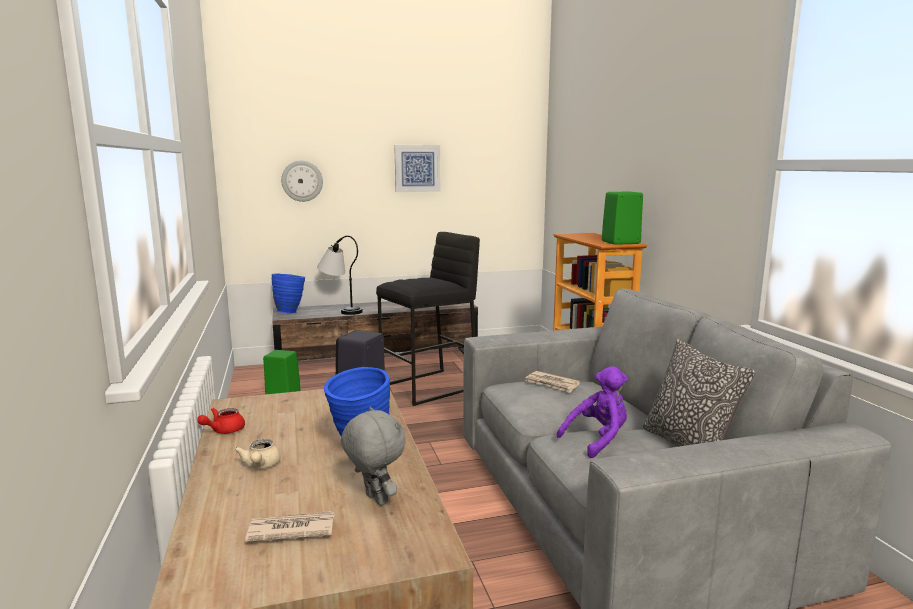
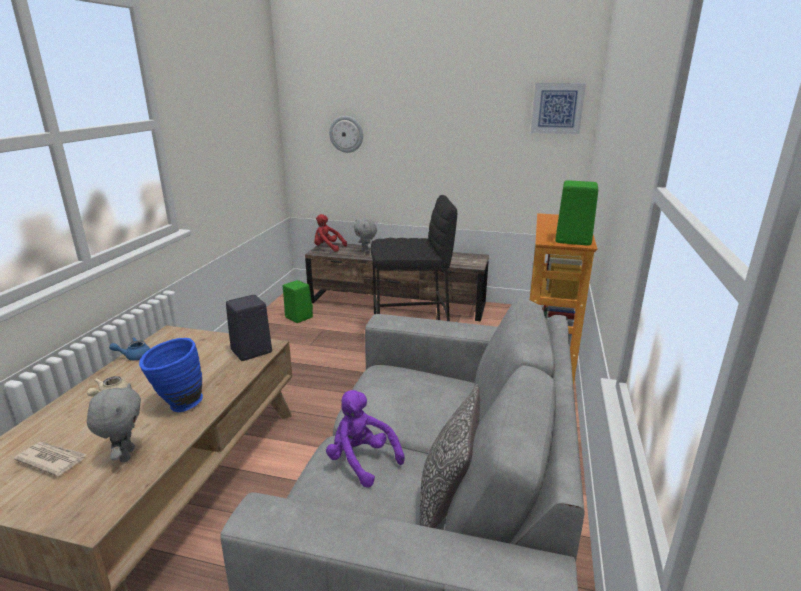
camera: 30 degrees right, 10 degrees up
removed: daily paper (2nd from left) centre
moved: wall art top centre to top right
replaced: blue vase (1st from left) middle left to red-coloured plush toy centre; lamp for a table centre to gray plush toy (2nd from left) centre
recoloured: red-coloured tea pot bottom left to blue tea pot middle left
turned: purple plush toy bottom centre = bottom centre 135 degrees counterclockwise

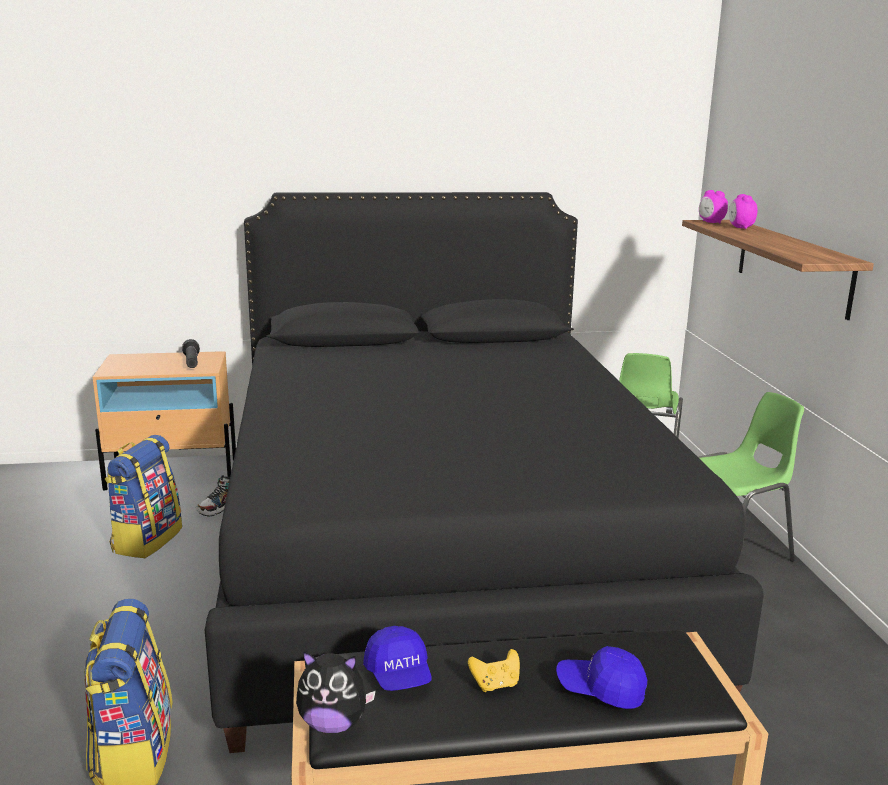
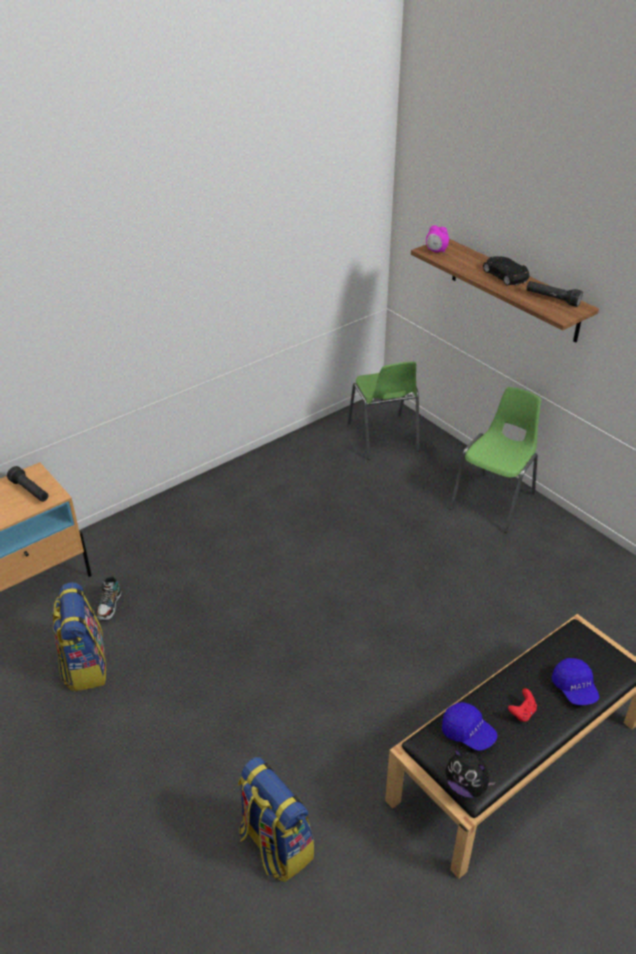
camera: 30 degrees left, 20 degrees up
removed: black-coloured sleeping bed centre; bedside clock (2nd from left) top right
added: black-coloured toy car top right; black-coloured flashlight (2nd from left) top right
recoloured: yellow-coloured joypad bottom centre to red-coloured joypad bottom right
turned: plush toy bottom centre = bottom right 60 degrees clockwise; blue peaked cap (2nd from left) bottom right = bottom right 90 degrees counterclockwise

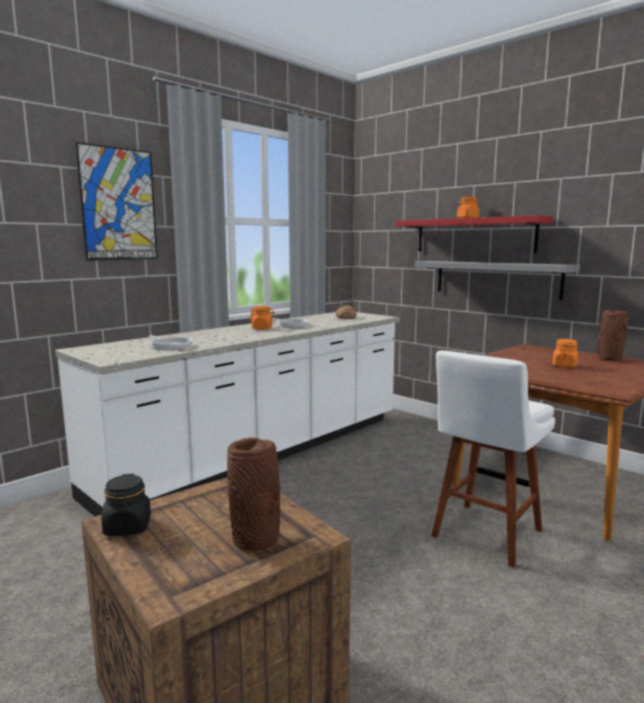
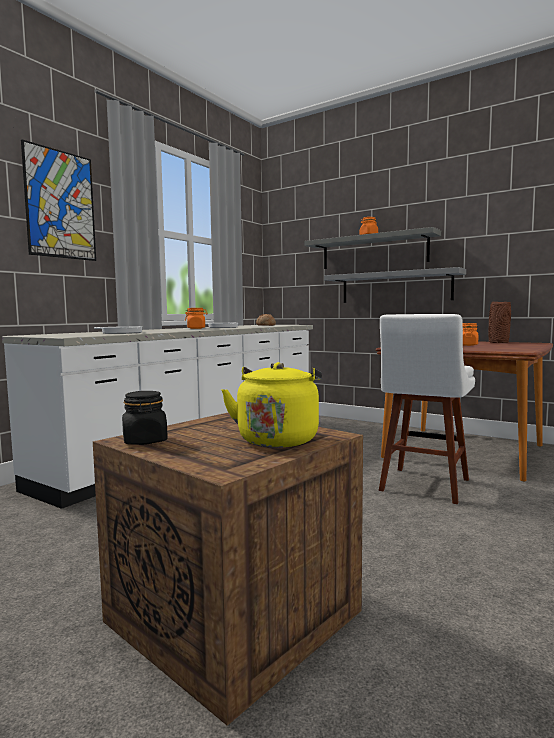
camera: 10 degrees left, 5 degrees down
replaced: brown-coloured vase (1st from left) bottom centre to yellow-coloured water kettle centre
recoloured: red-coloured wall shelf top right to gray wall shelf (1st from left) middle right

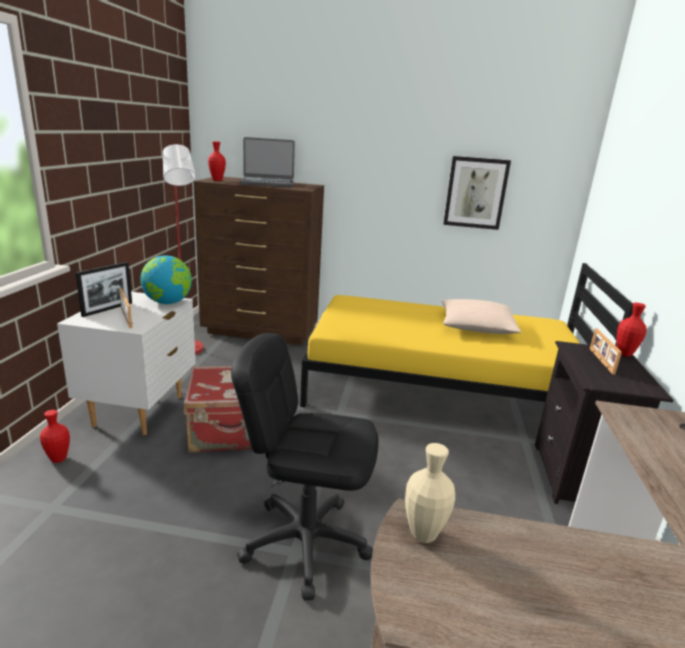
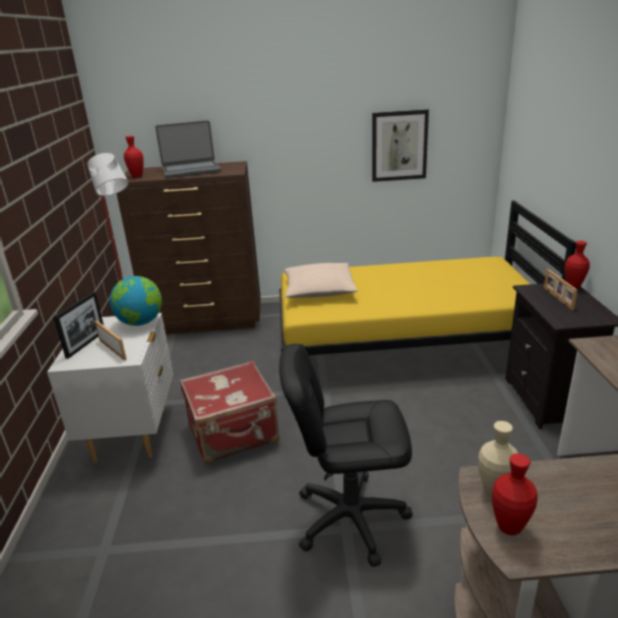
camera: 10 degrees left, 5 degrees up
moved: beige-coloured pillow middle right to centre; red-coloured vase (1st from left in the first image) bottom left to red-coloured vase (2nd from left) bottom right

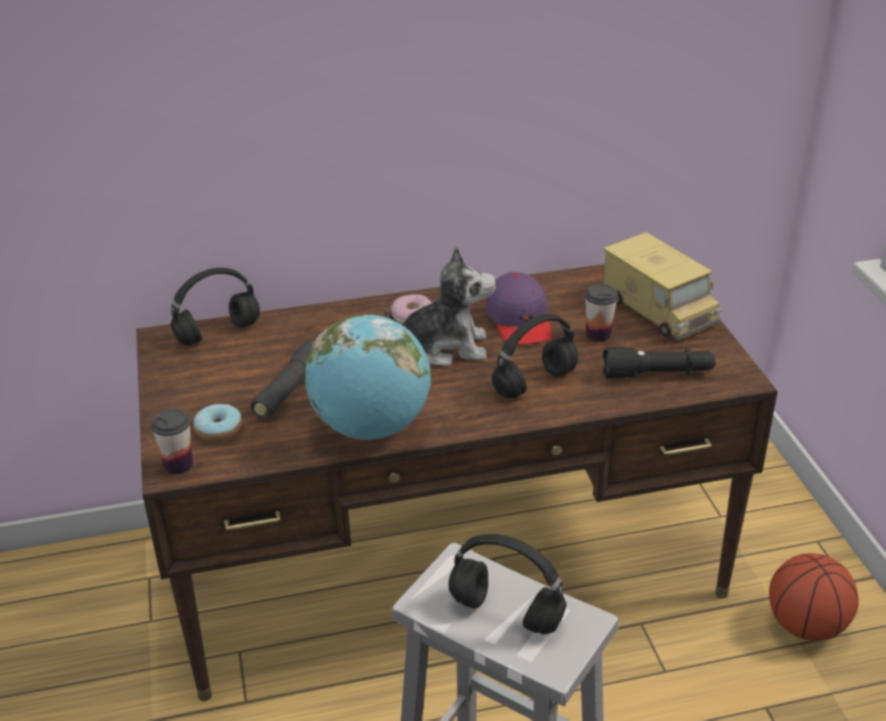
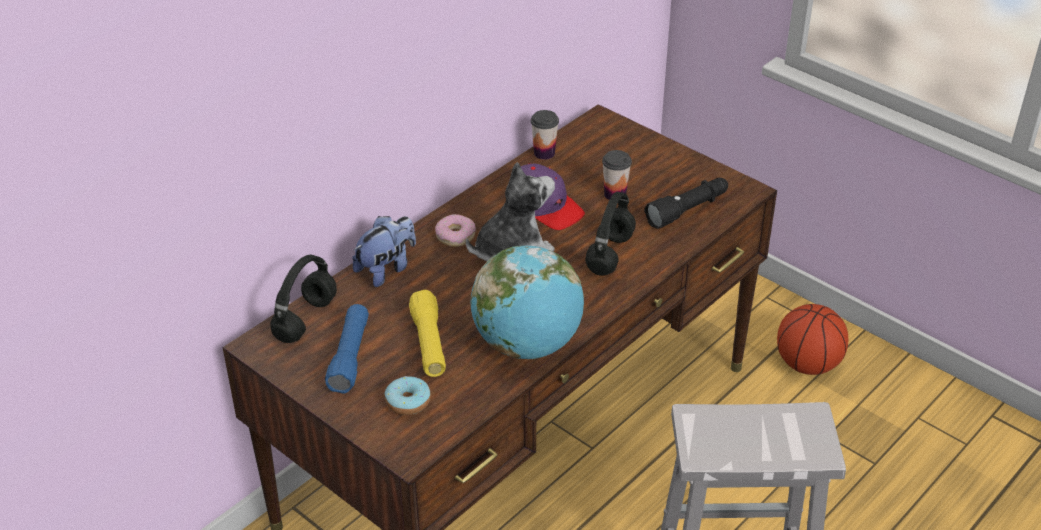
camera: 35 degrees left, 5 degrees up
removed: black-coloured headphones (2nd from left) bottom centre; toy truck middle right
added: blue flashlight centre; plush toy (1st from left) centre
moved: drinking cup (1st from left) middle left to top centre
recoloured: black-coloured flashlight (1st from left) middle left to yellow-coloured flashlight centre

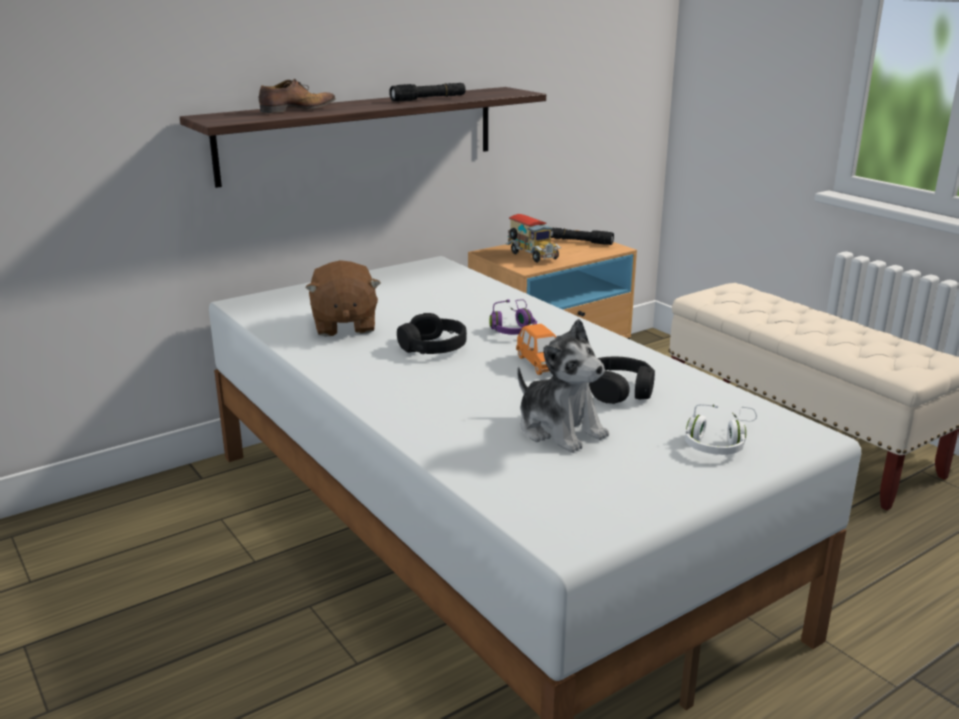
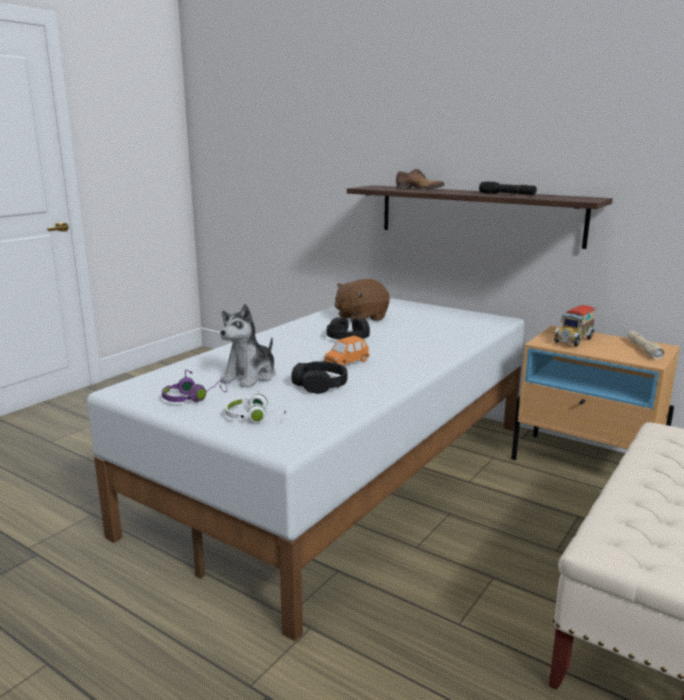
camera: 70 degrees right, 5 degrees down
moved: purple headphones centre to middle left
recoloured: black-coloured flashlight (2nd from left) top centre to beige-coloured flashlight middle right

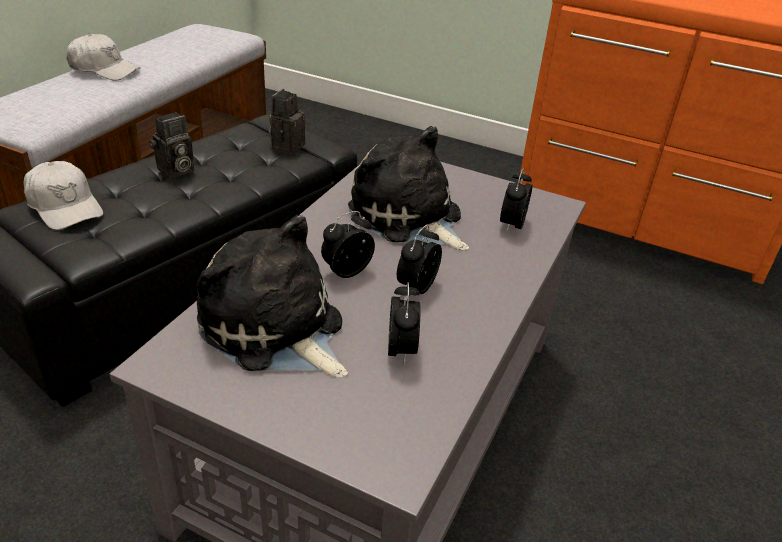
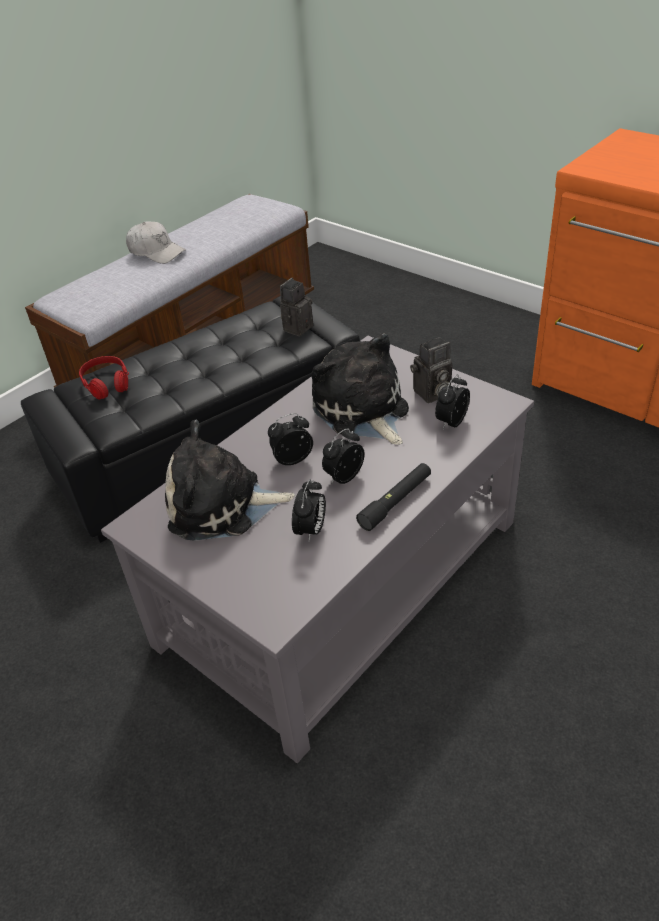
camera: 20 degrees right, 5 degrees up
added: black-coloured flashlight centre
moved: still camera (1st from left in the first image) top left to still camera (2nd from left) centre
replaced: whitish peaked cap (1st from left) middle left to red-coloured headphones middle left
turned: plush toy (1st from left) centre = centre 60 degrees counterclockwise

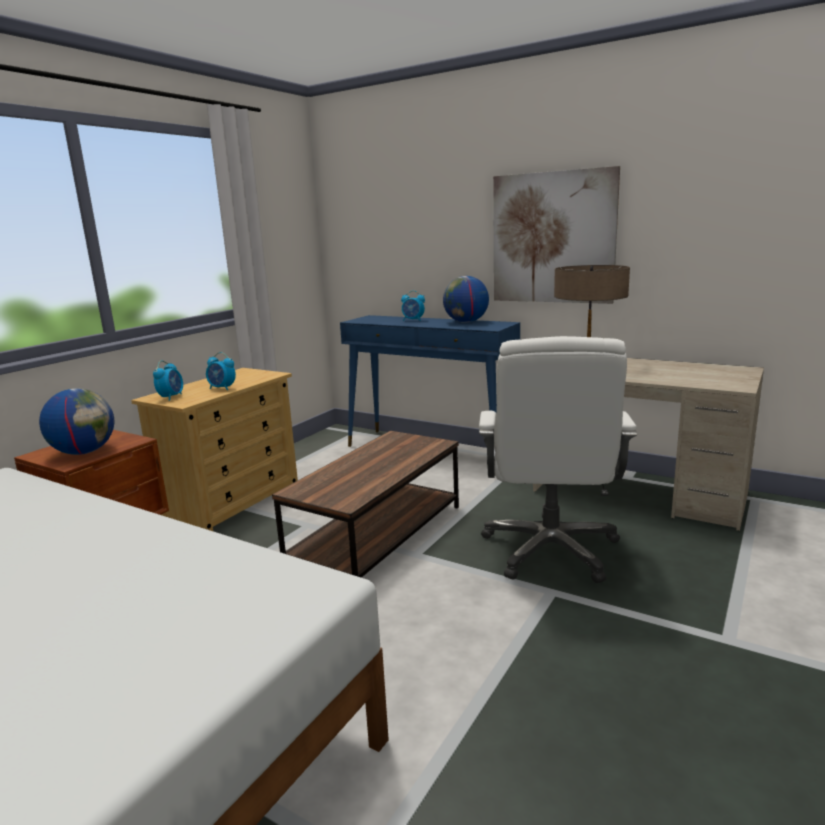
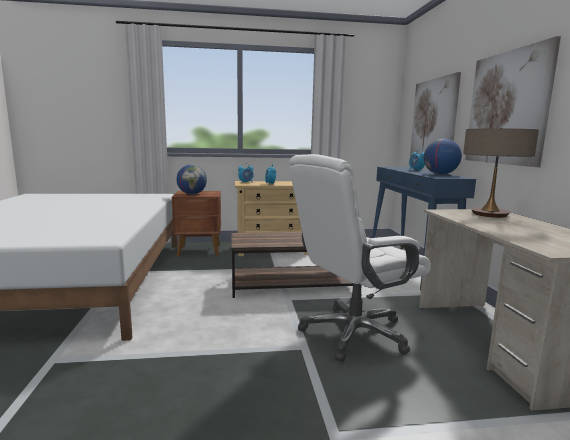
camera: 50 degrees right, 5 degrees down
added: wall art (1st from left) top right

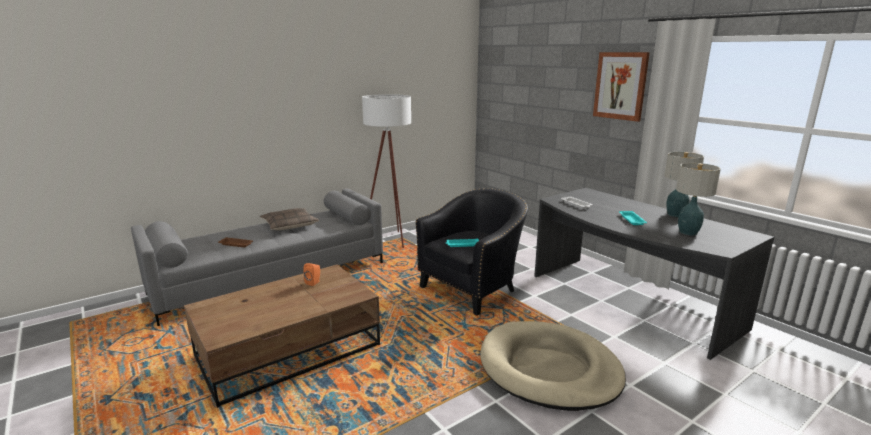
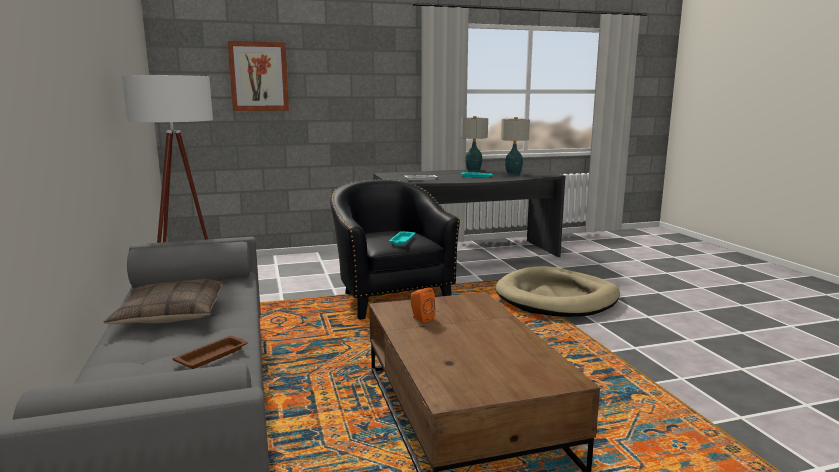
camera: 70 degrees left, 5 degrees down
moved: wall art top right to top left

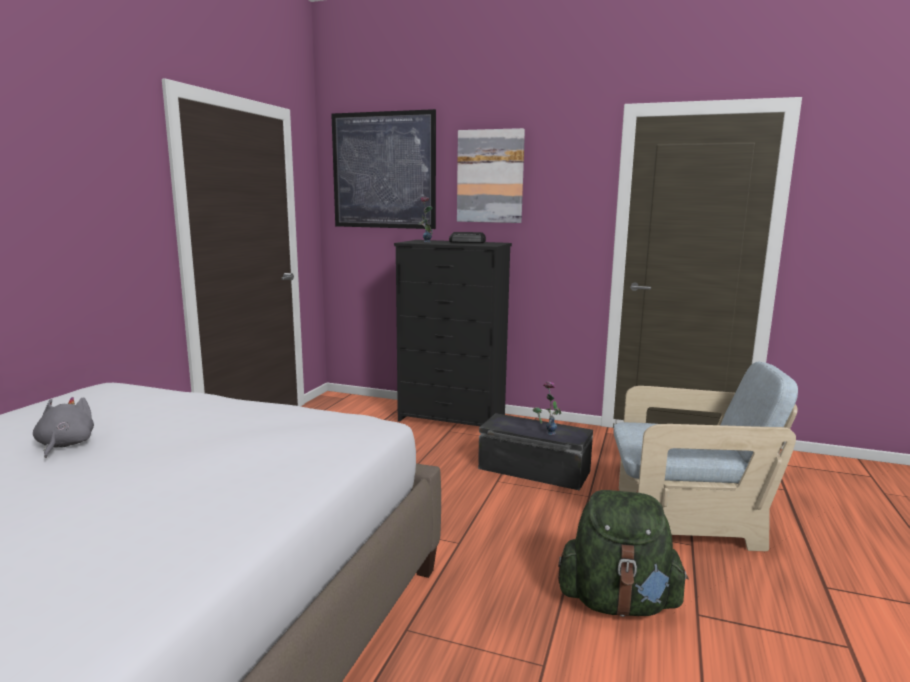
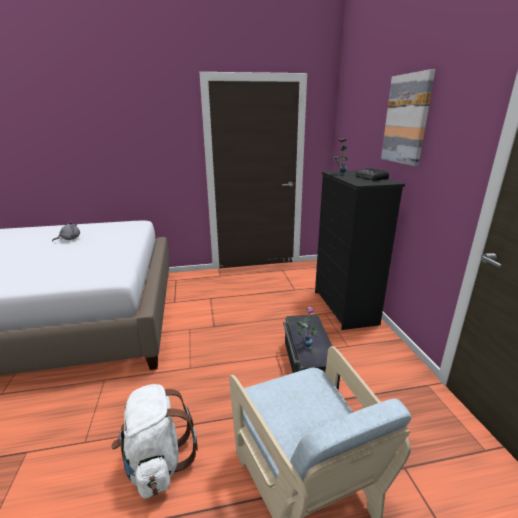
camera: 60 degrees right, 10 degrees up
removed: wall art (1st from left) top centre
recoloured: green rucksack bottom right to whitish rucksack bottom left

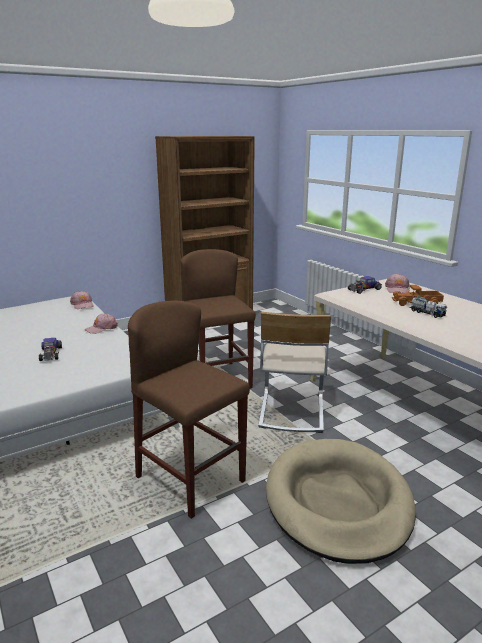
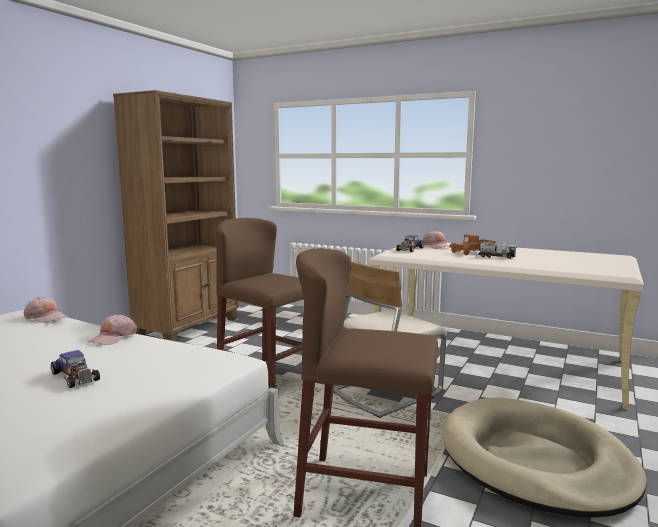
camera: 30 degrees left, 10 degrees down
turned: beige-coloured plain chair centre = centre 75 degrees clockwise

